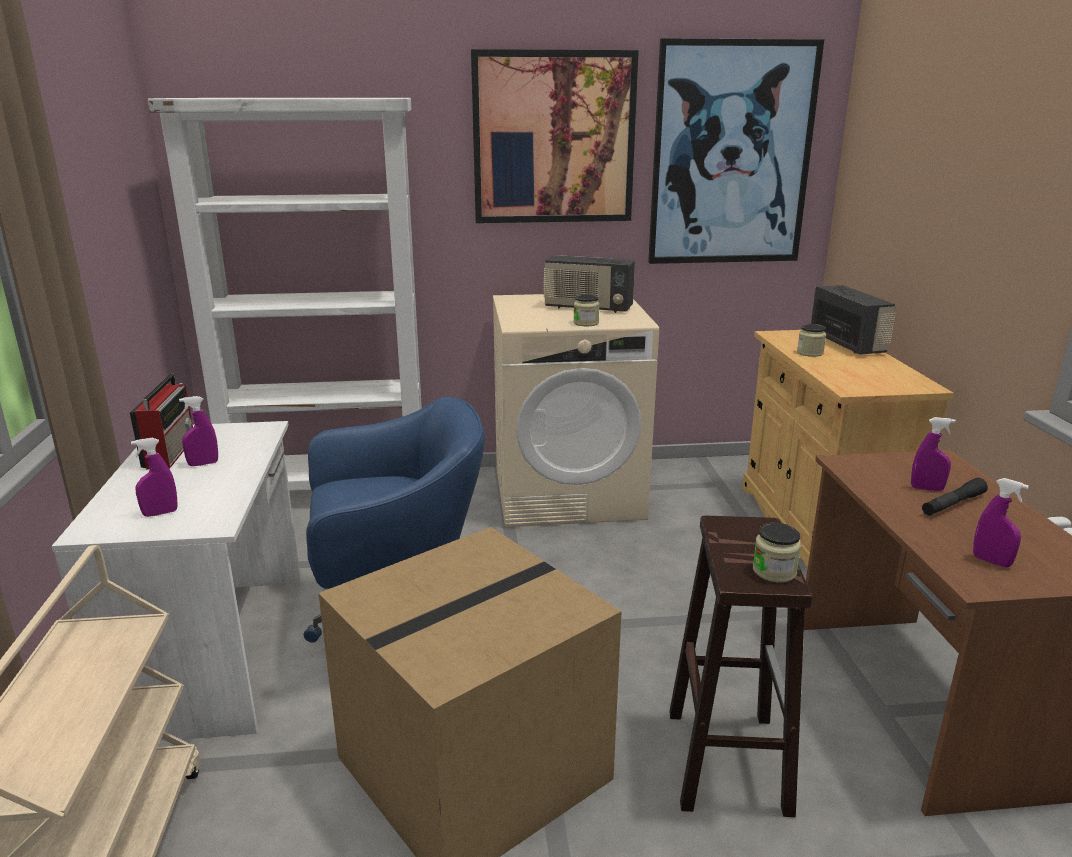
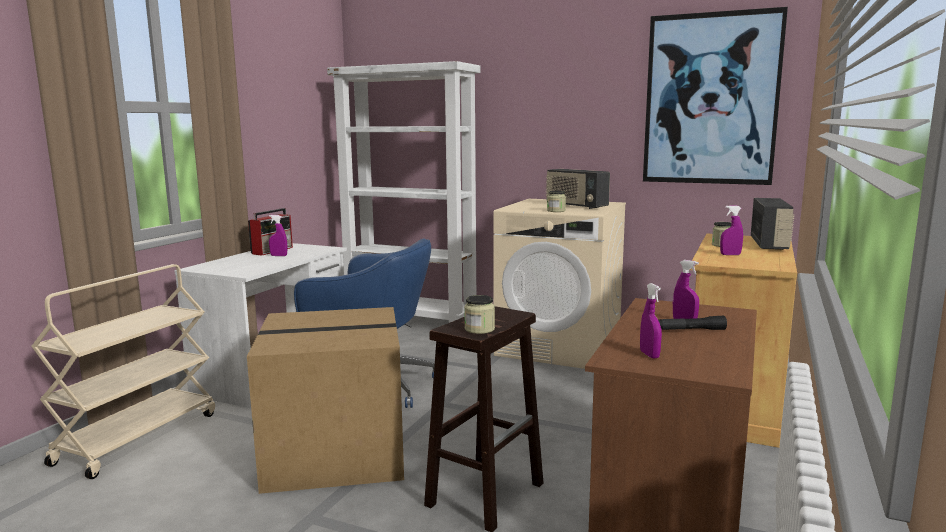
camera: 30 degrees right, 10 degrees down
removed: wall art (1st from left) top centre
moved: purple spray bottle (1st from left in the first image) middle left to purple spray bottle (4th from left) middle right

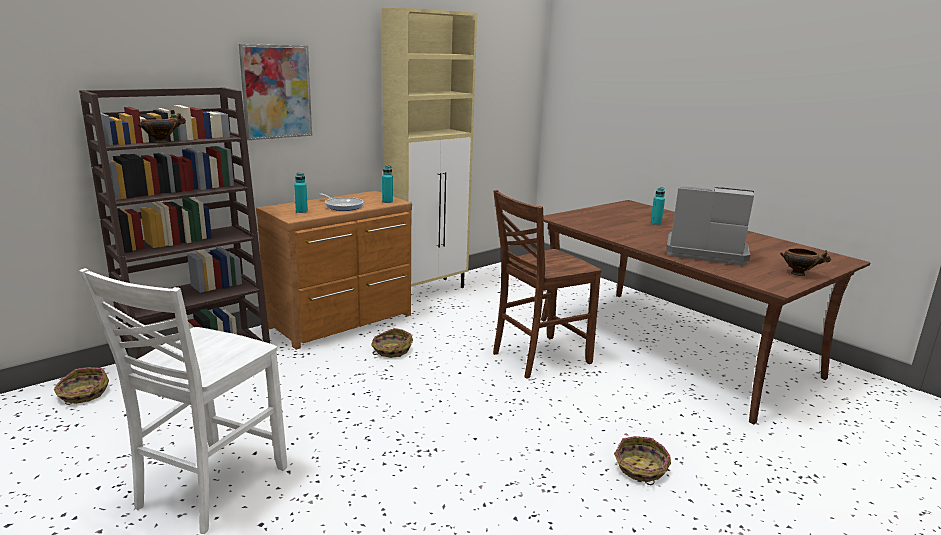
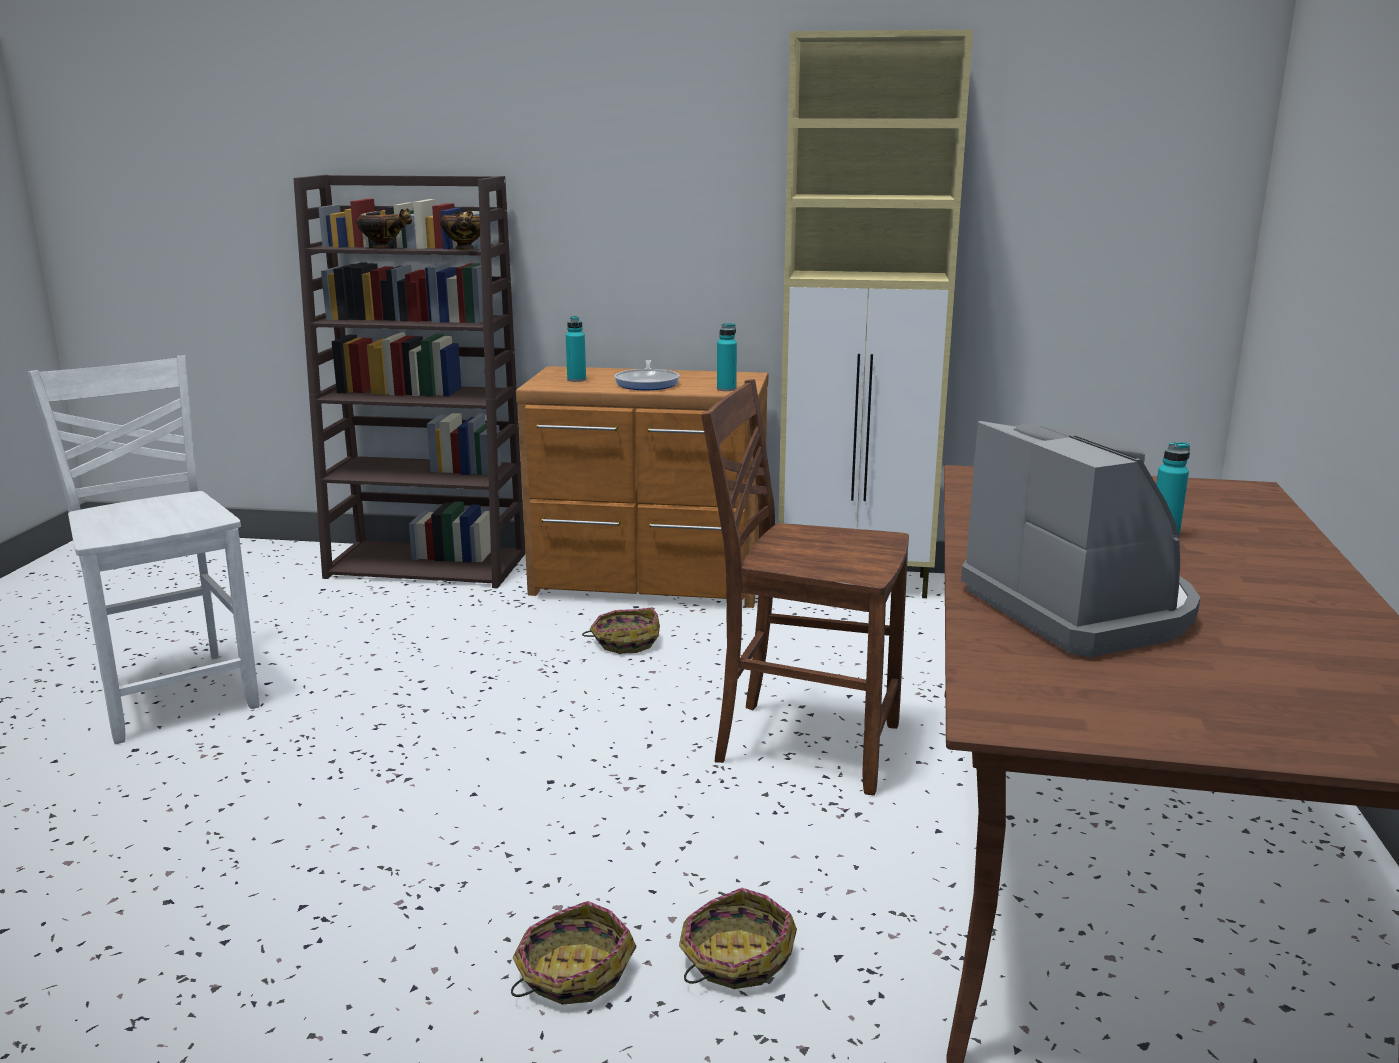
camera: 50 degrees right, 0 degrees up
removed: wall art top left
moved: deep dish (2nd from left) middle right to top left; storage basket (1st from left in the first image) bottom left to storage basket (3rd from left) bottom centre
turned: whitish plain chair bottom left = middle left 75 degrees clockwise

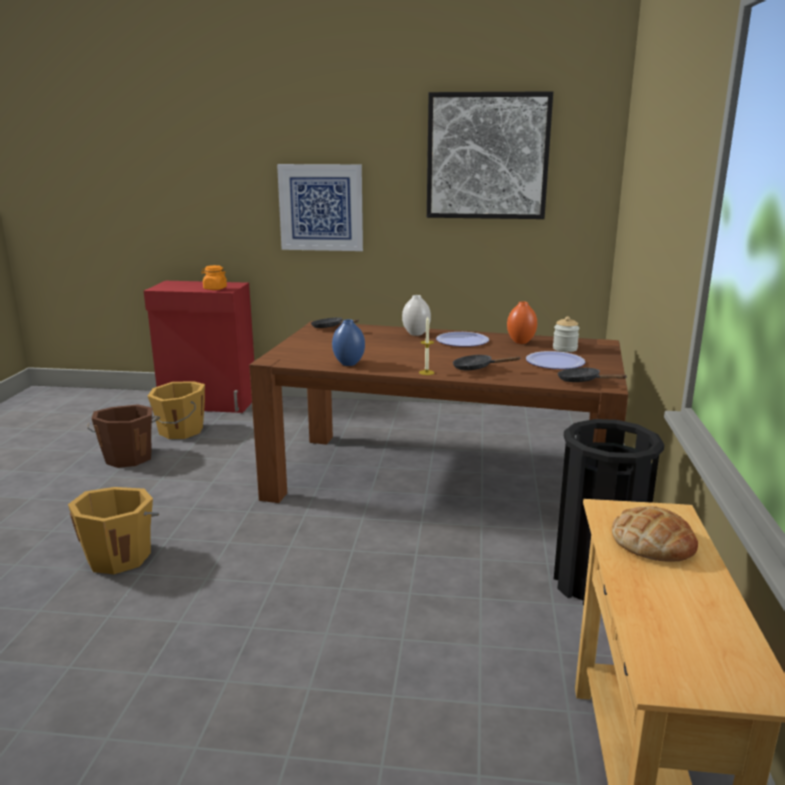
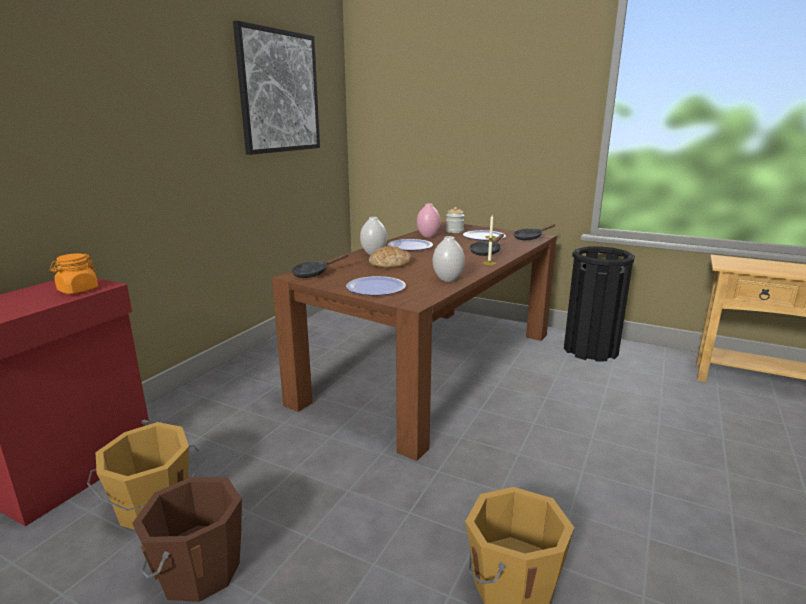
camera: 70 degrees left, 0 degrees up
removed: wall art (1st from left) top centre
added: flat dish (1st from left) centre
moved: bread bottom right to centre
recoloured: orange-coloured vase centre to pink vase centre; blue vase centre to whitish vase (2nd from left) centre

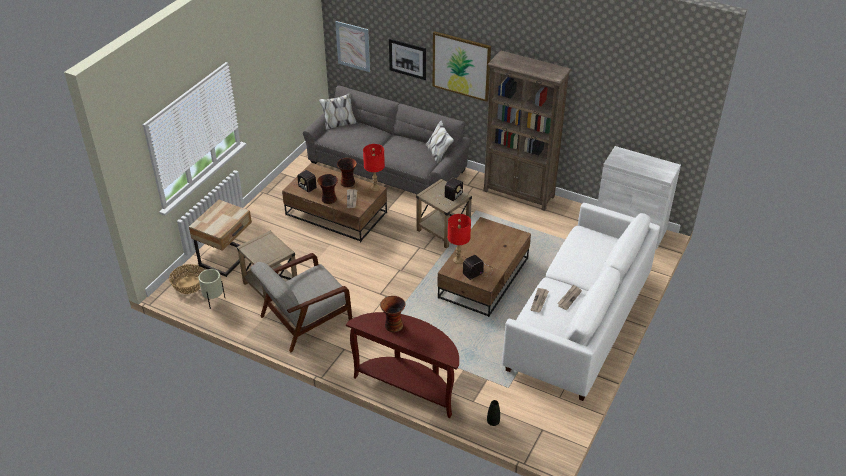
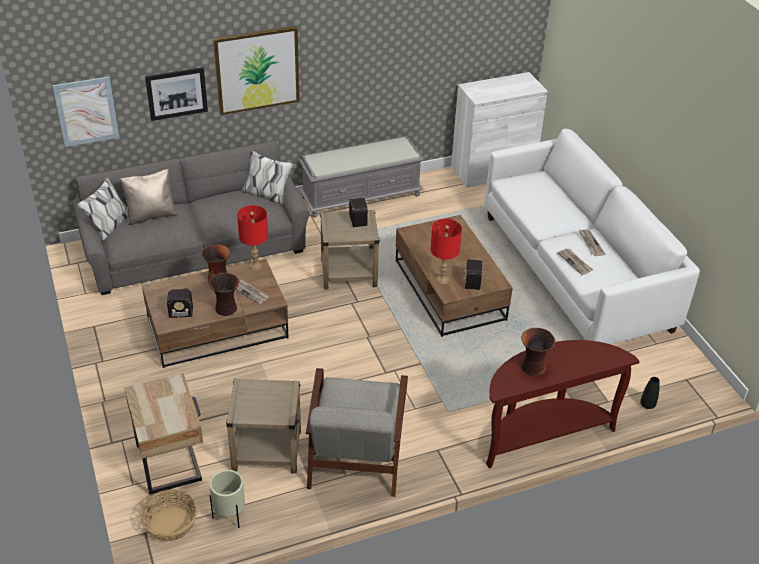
camera: 50 degrees left, 0 degrees up
added: beige-coloured pillow middle left
replaced: brown-coloured bookshelf top centre to gray long seat top centre

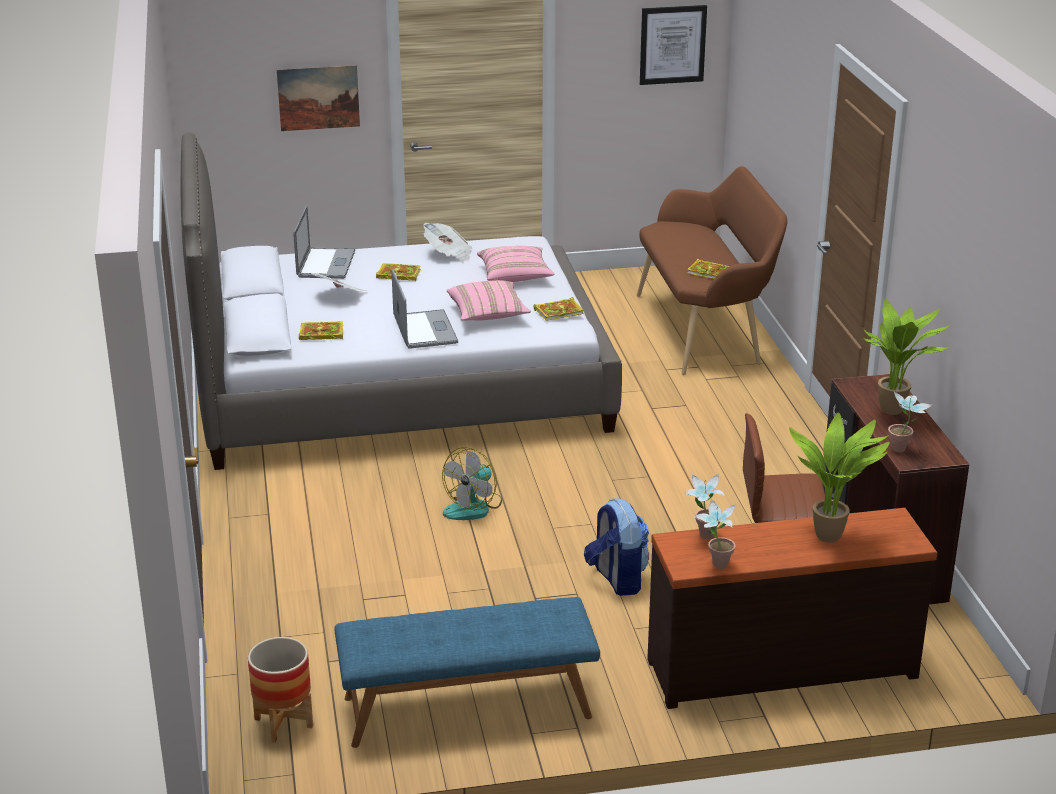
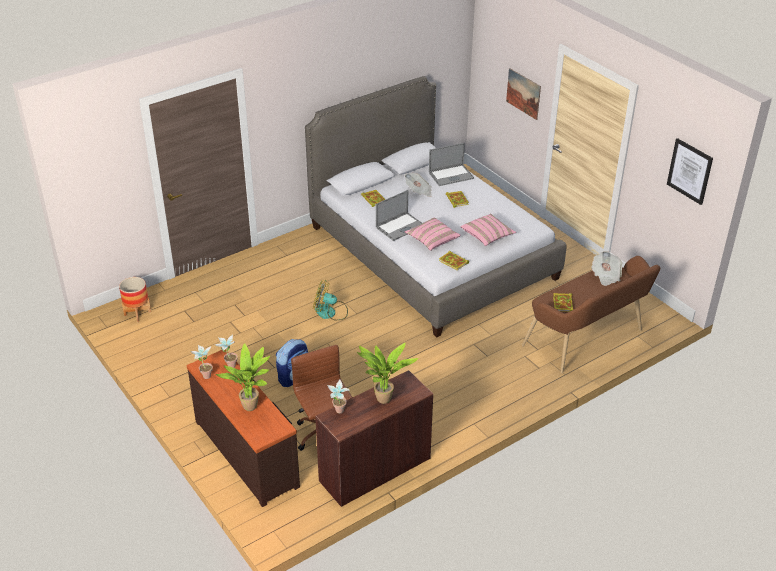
camera: 65 degrees right, 10 degrees up
removed: blue long seat bottom centre
moved: daily paper (2nd from left) top centre to middle right

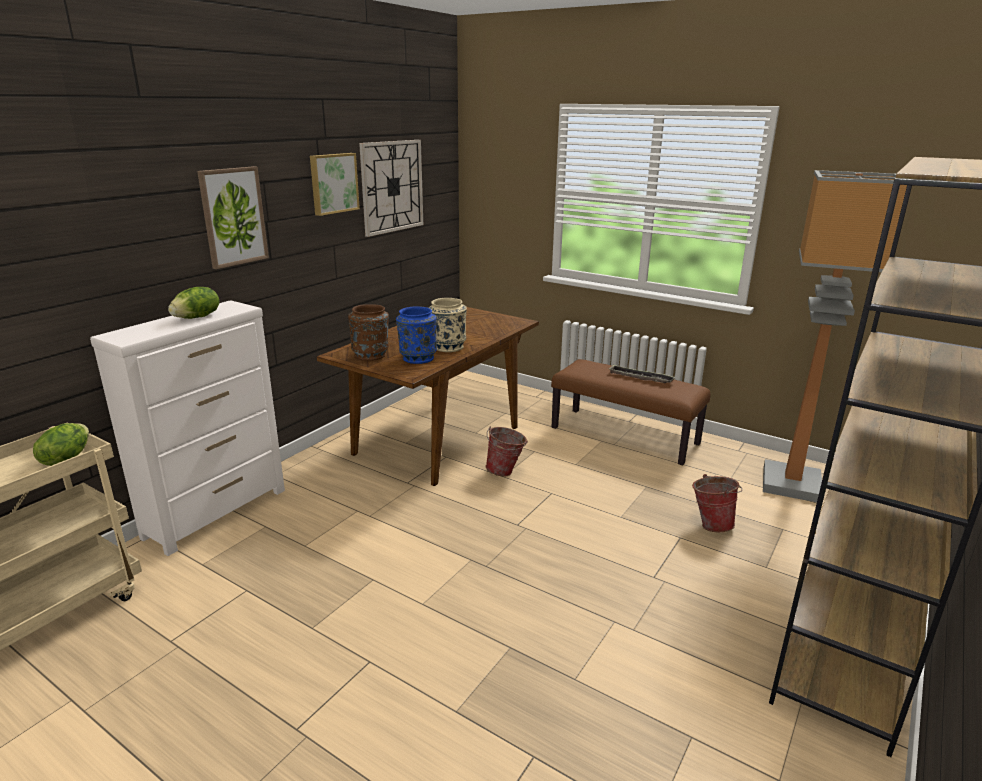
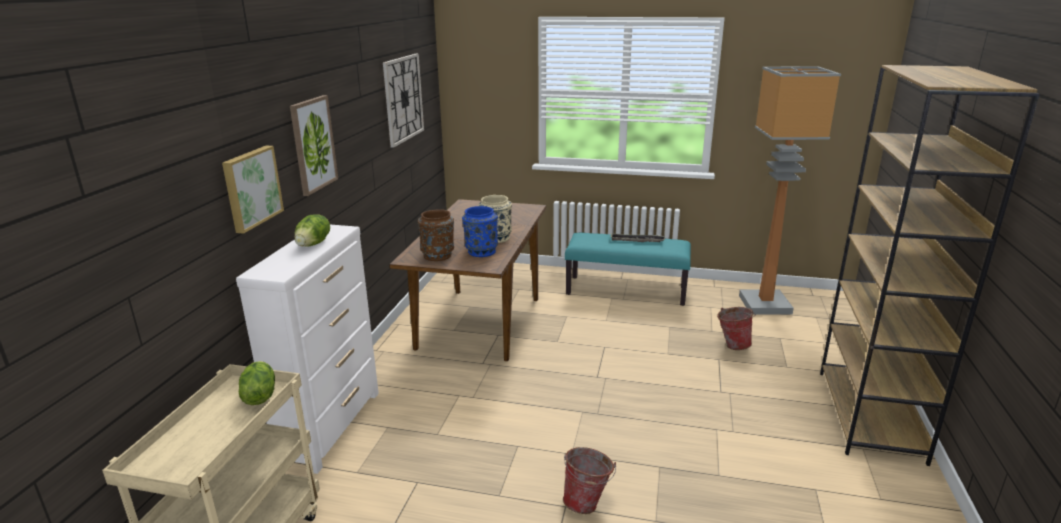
camera: 20 degrees left, 0 degrees up
moved: wall art (2nd from left in the first image) top centre to wall art (1st from left) middle left; bucket (1st from left) centre to bottom centre
recoloured: brown-coloured long seat centre to blue-green long seat centre

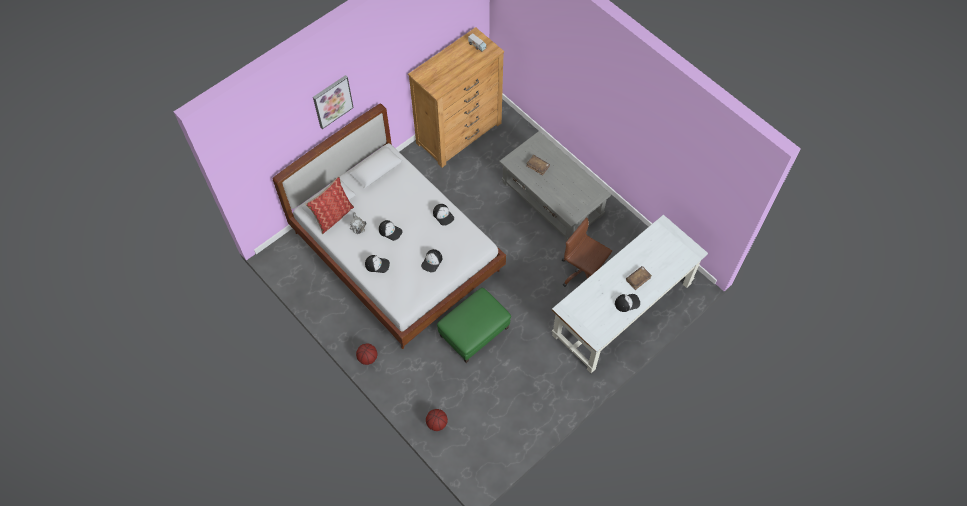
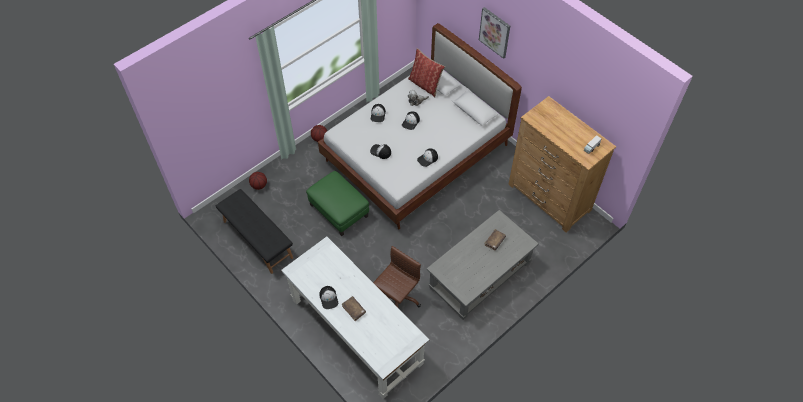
camera: 90 degrees right, 5 degrees down
added: black-coloured long seat middle left

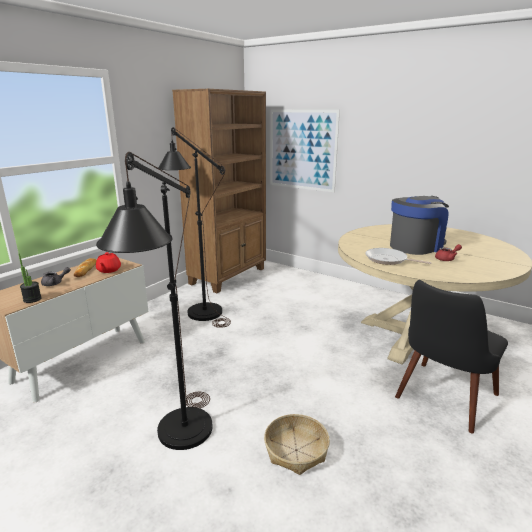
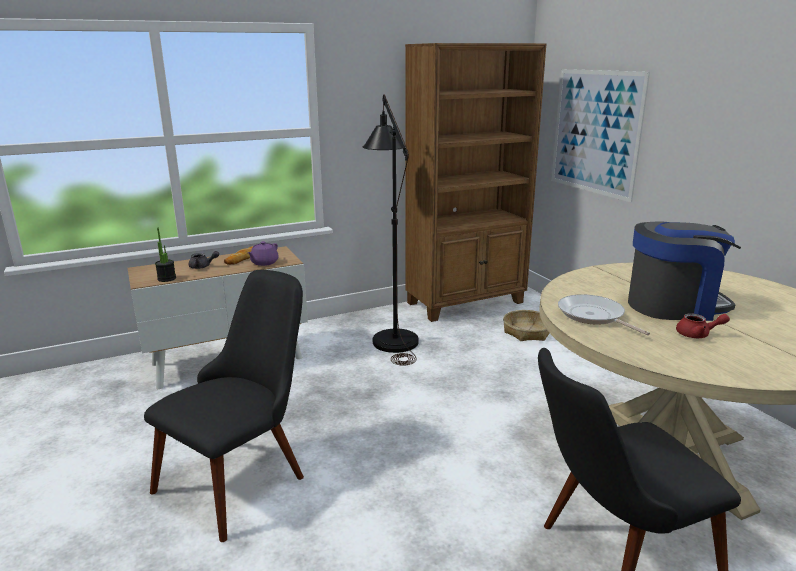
camera: 30 degrees right, 0 degrees up
moved: storage basket bottom centre to centre
replaced: black-coloured standard lamp (1st from left) middle left to black-coloured plain chair (1st from left) bottom left
recoloured: red-coloured tea pot (1st from left) middle left to purple tea pot middle left

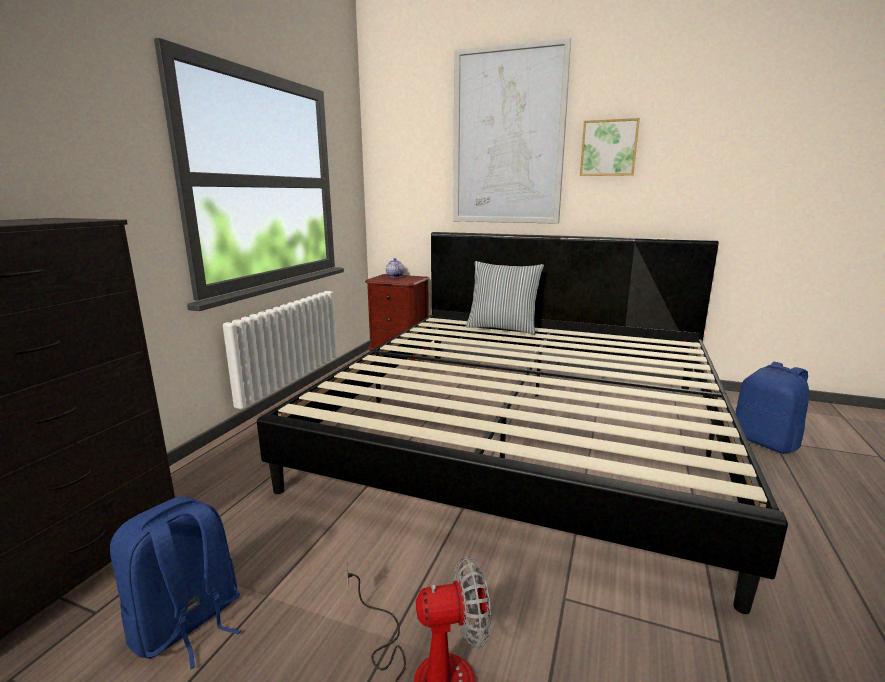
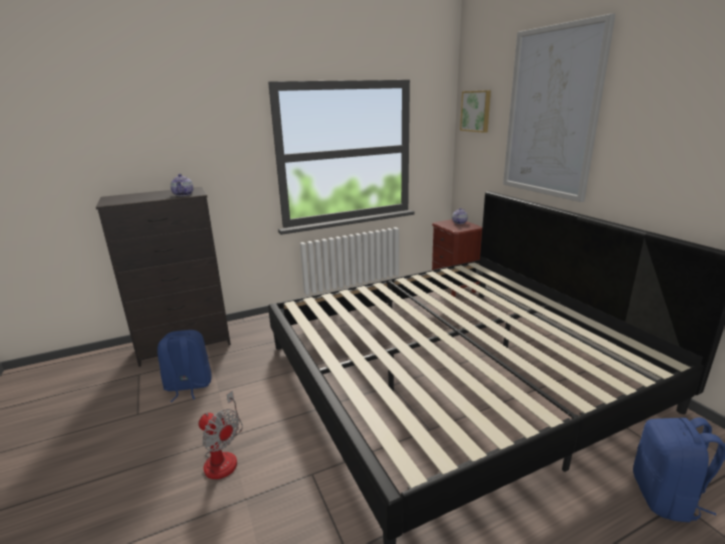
camera: 45 degrees right, 5 degrees up
removed: pillow centre
added: tea pot (1st from left) middle left
moved: wall art (2nd from left in the first image) top right to wall art (1st from left) top centre

